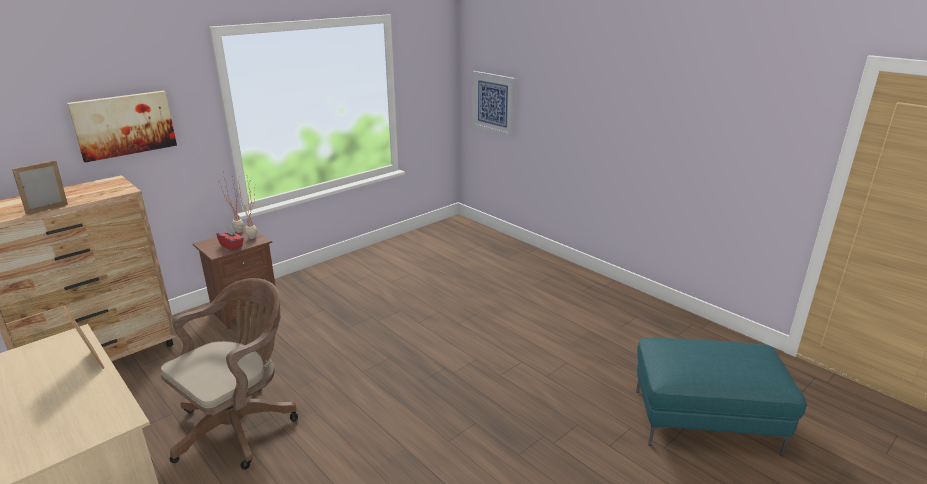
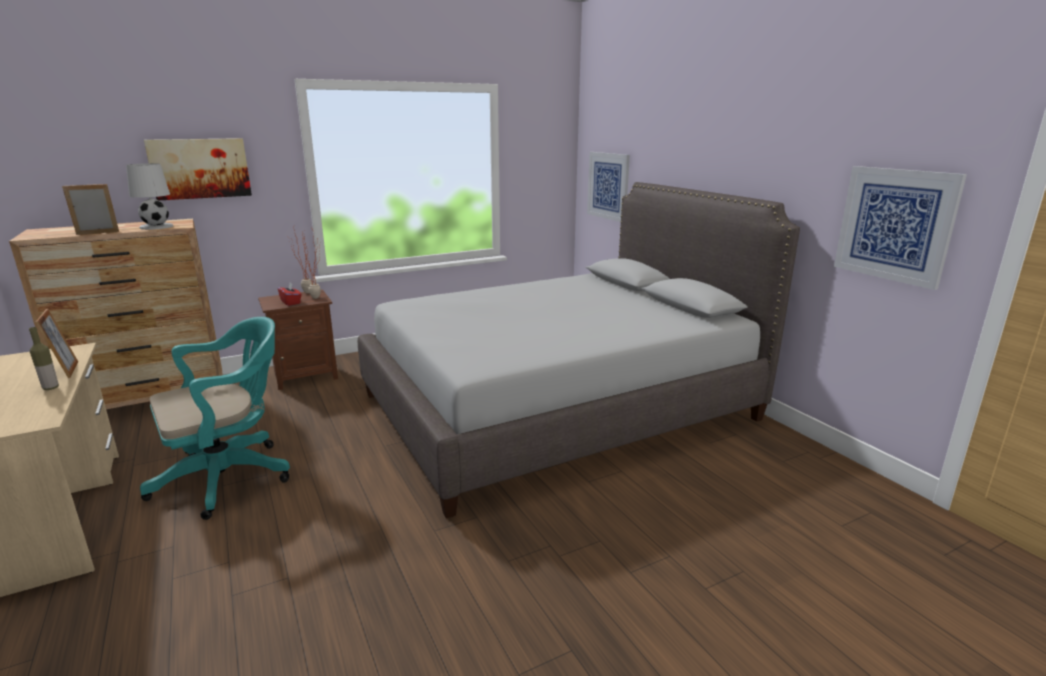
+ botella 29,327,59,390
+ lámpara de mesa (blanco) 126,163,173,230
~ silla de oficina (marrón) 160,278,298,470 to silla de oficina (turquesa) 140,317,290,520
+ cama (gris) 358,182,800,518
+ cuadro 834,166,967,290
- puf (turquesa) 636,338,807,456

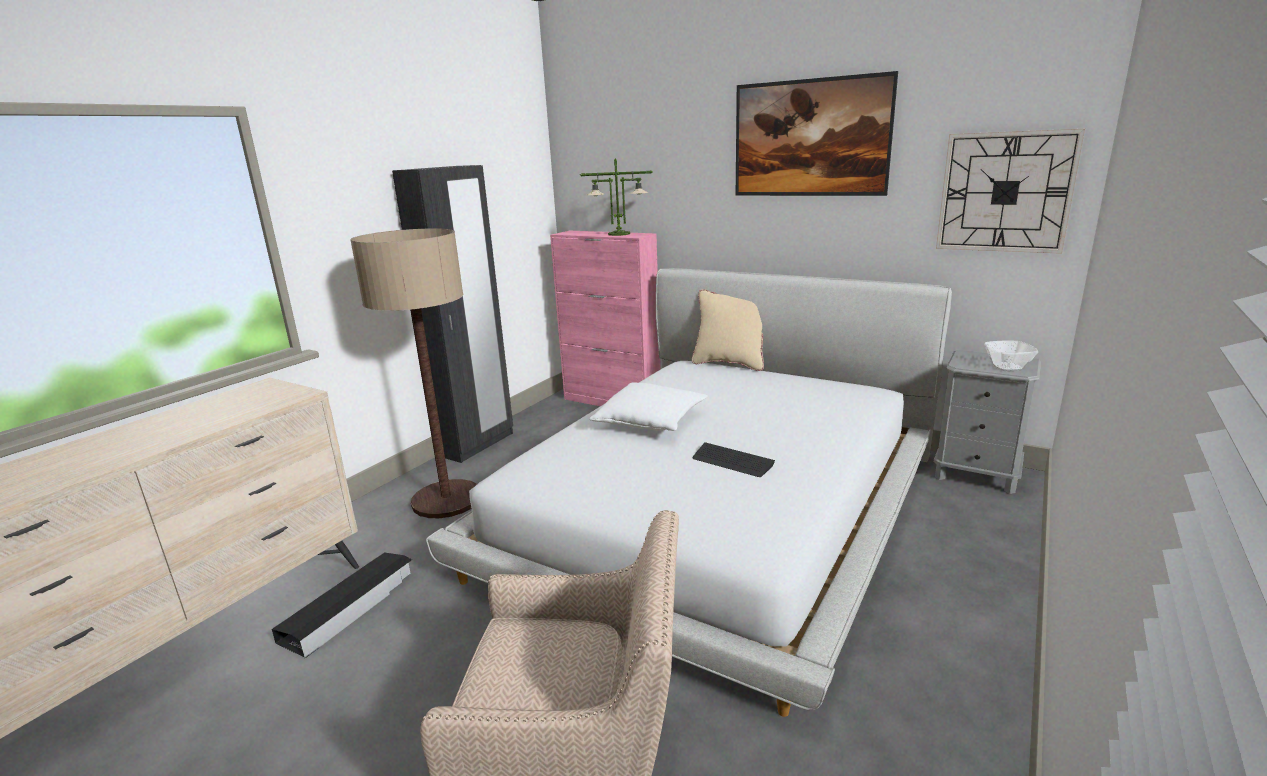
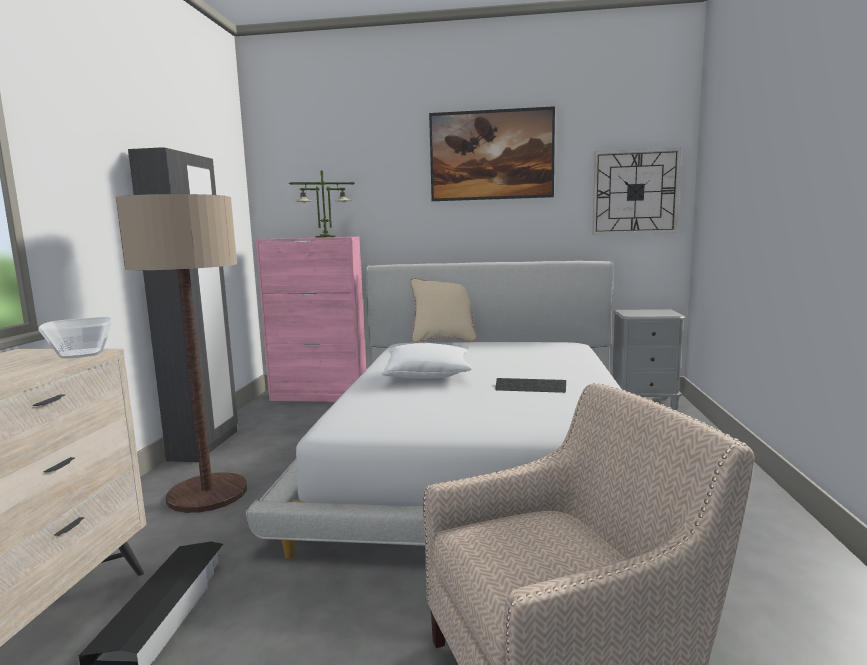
~ cuenco 984,341,1038,371 to 39,317,113,359

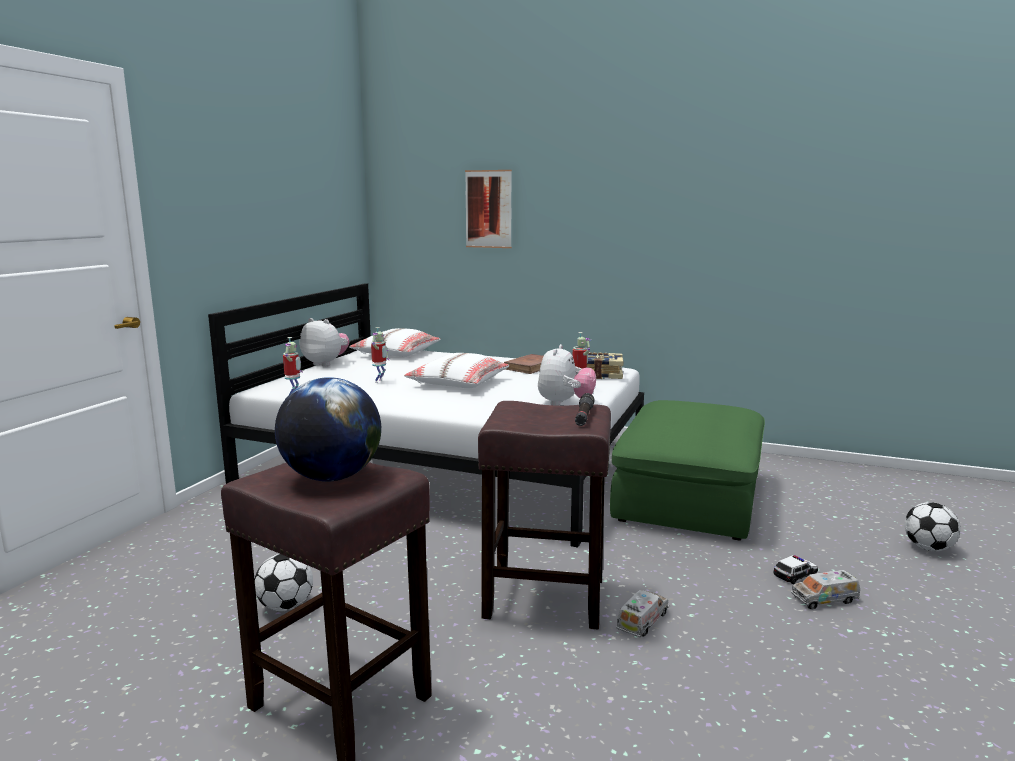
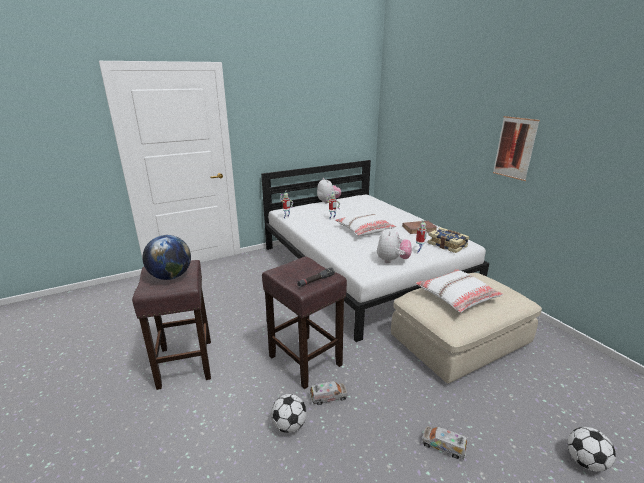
~ balón de fútbol 255,554,313,611 to 271,394,307,433
~ peluche 538,344,596,406 = 377,226,412,263 45 degrees counterclockwise
~ puf (verde) 610,400,765,541 to puf (beis) 391,273,542,384
~ cojín (blanco) 349,328,440,357 to 415,269,503,313
~ cuadro 465,170,512,248 to 493,116,540,181
- coche de juguete 773,555,818,584

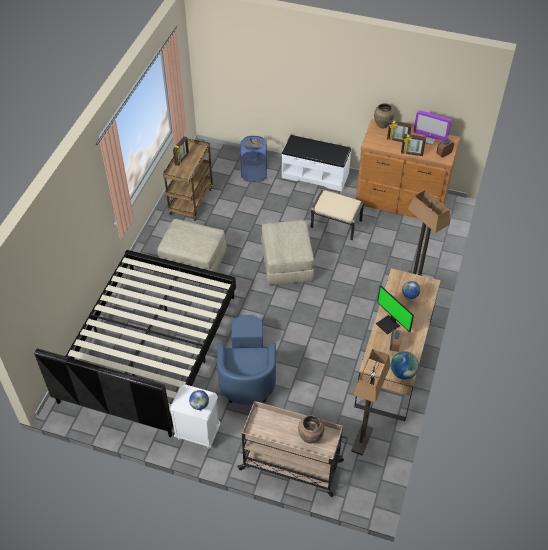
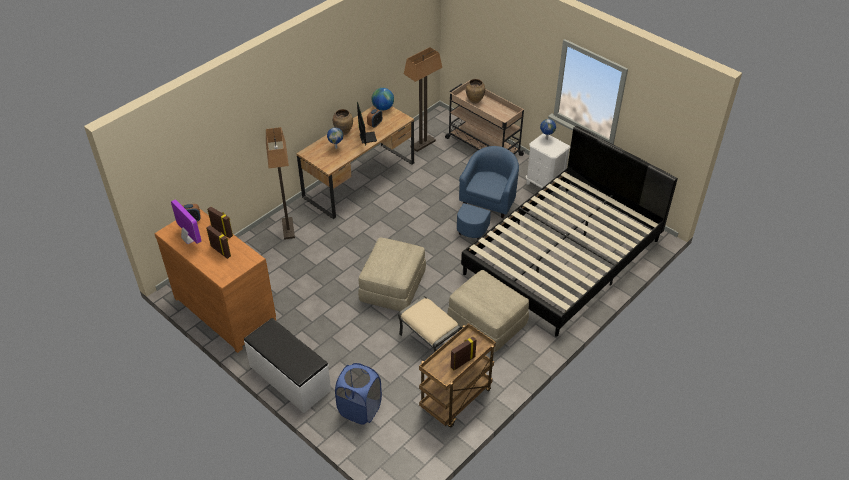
~ florero (marrón) 374,103,394,128 to 333,109,353,135
~ puf (beis) 310,190,364,241 to 398,296,462,352

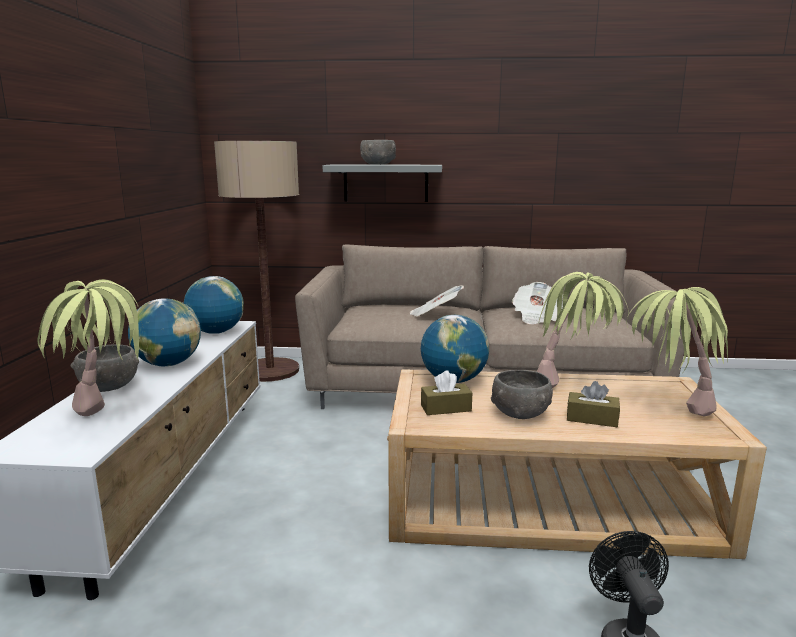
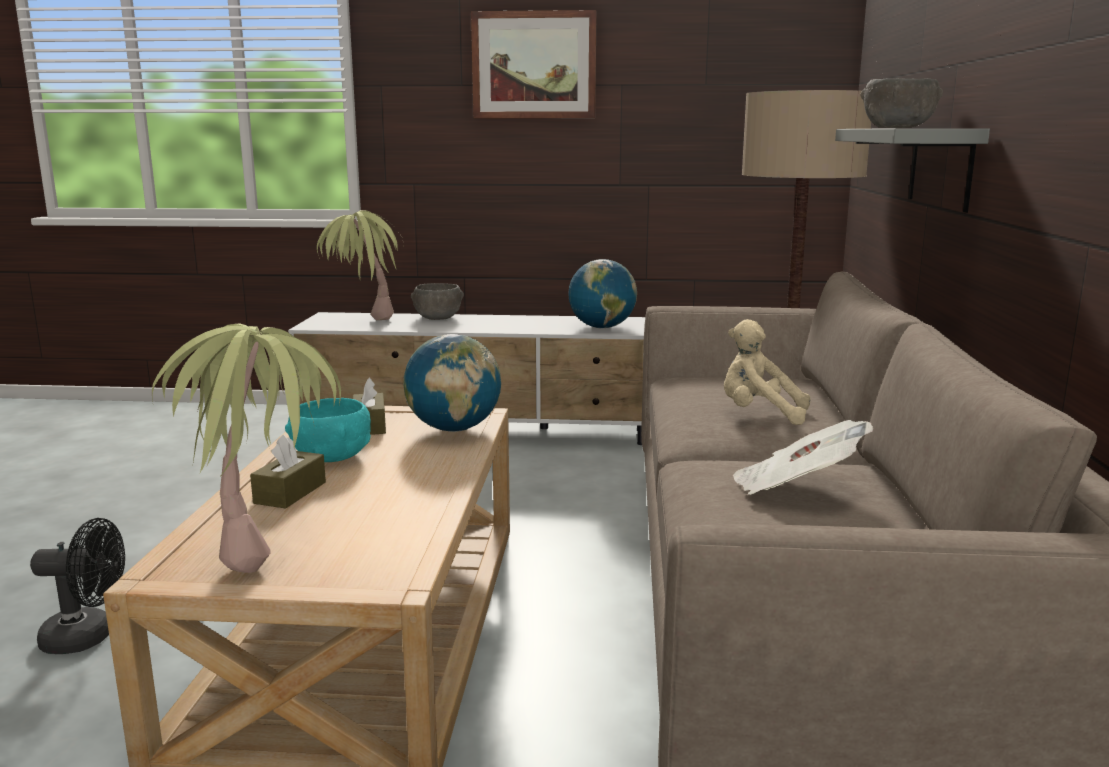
~ cuenco (gris) 491,370,553,419 to cuenco (turquesa) 285,398,371,462
+ cuadro 471,10,597,118
~ periódico 409,285,464,317 to peluche (beis) 724,319,810,425
- globo terráqueo 128,298,201,367
- planta en maceta 537,272,629,388

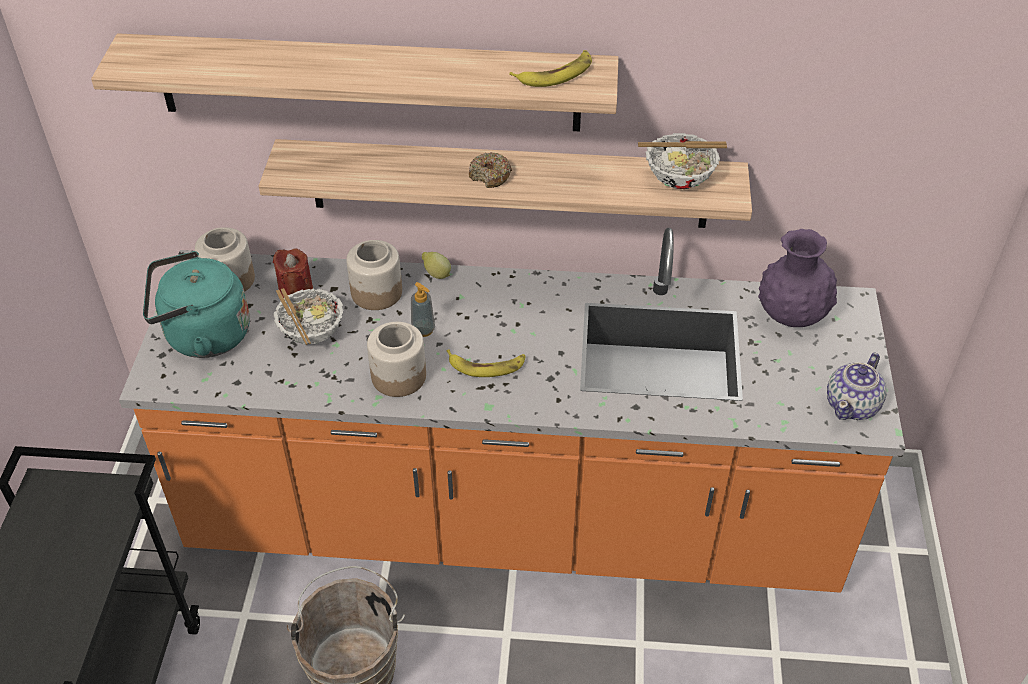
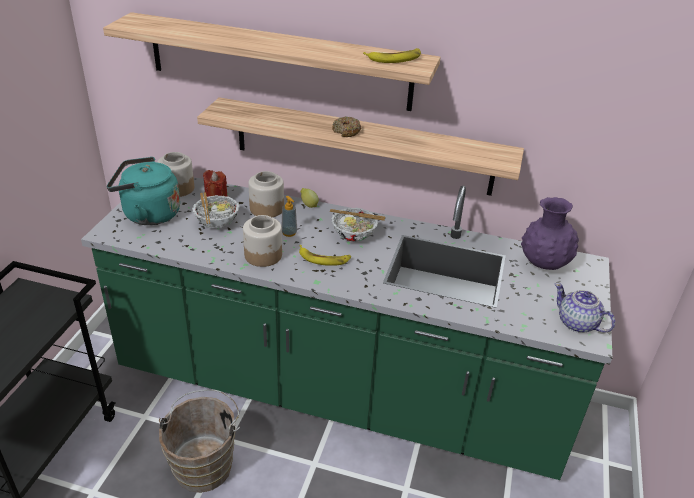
~ mueble bajo de cocina (naranja) 119,228,905,593 to mueble bajo de cocina (verde) 81,177,612,480
~ cuenco 638,133,727,189 to 330,208,385,242
~ tetera 827,352,887,420 = 555,283,615,333 90 degrees clockwise

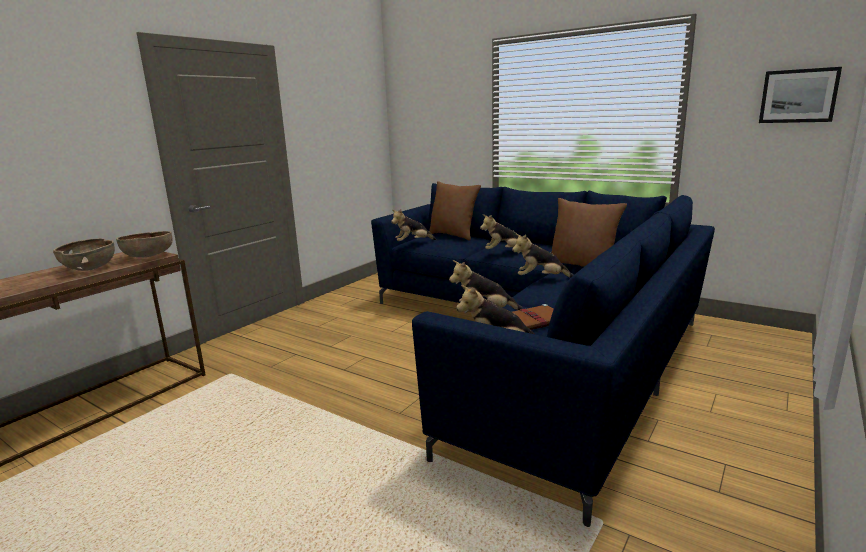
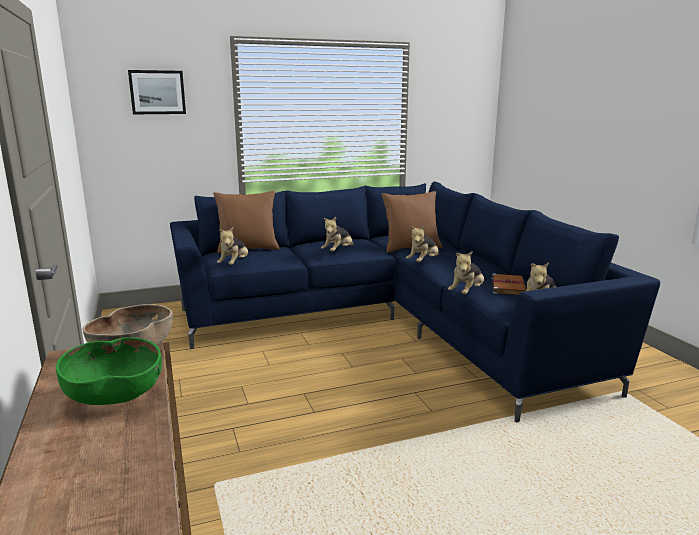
~ cuenco (marrón) 53,238,115,271 to cuenco (verde) 56,337,162,405
~ cuadro 759,67,842,123 to 128,70,186,114

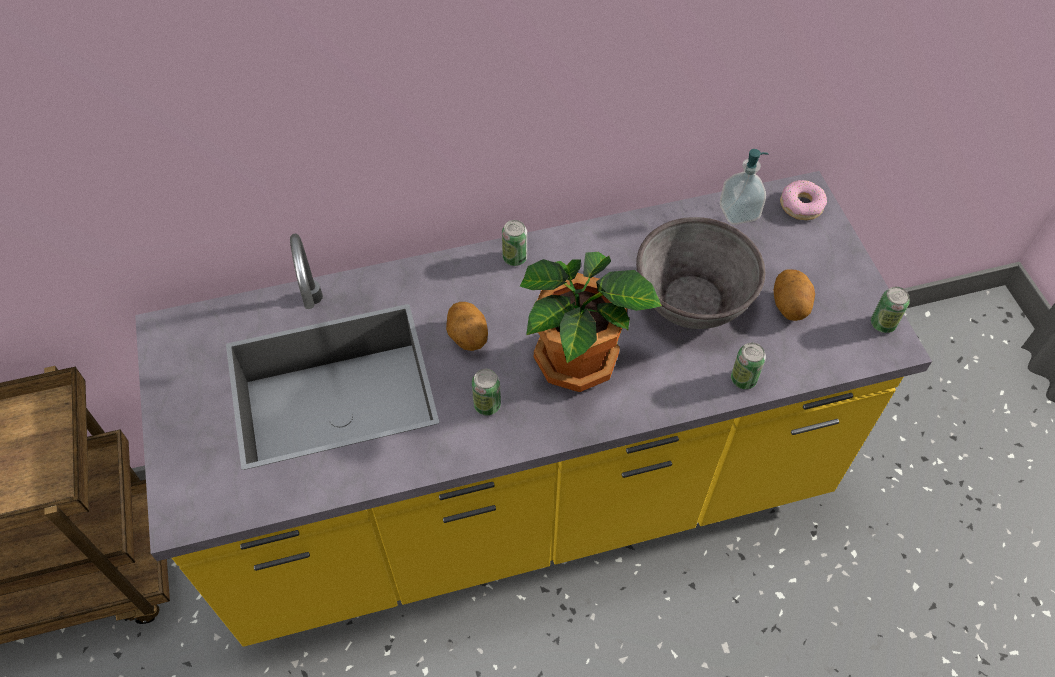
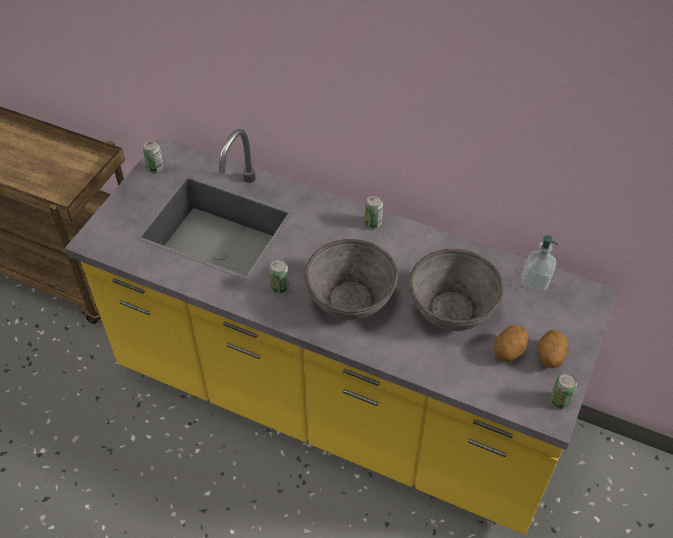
~ lata 731,343,766,389 to 143,141,164,173
~ planta en maceta 520,252,662,392 to cuenco (gris) 305,239,398,320
~ patata 446,302,488,351 to 537,330,569,368
- rosquilla 780,180,827,220

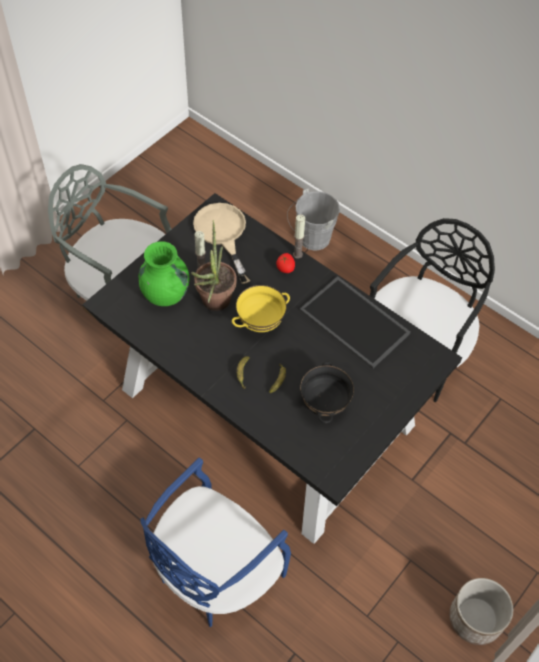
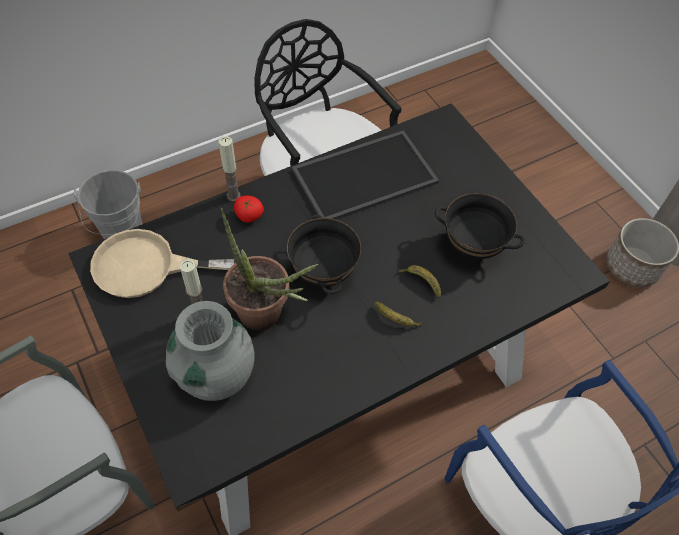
~ florero (verde) 138,241,189,306 to florero (gris) 166,301,255,401
~ cuenco (amarillo) 232,285,290,332 to cuenco (negro) 287,214,361,294

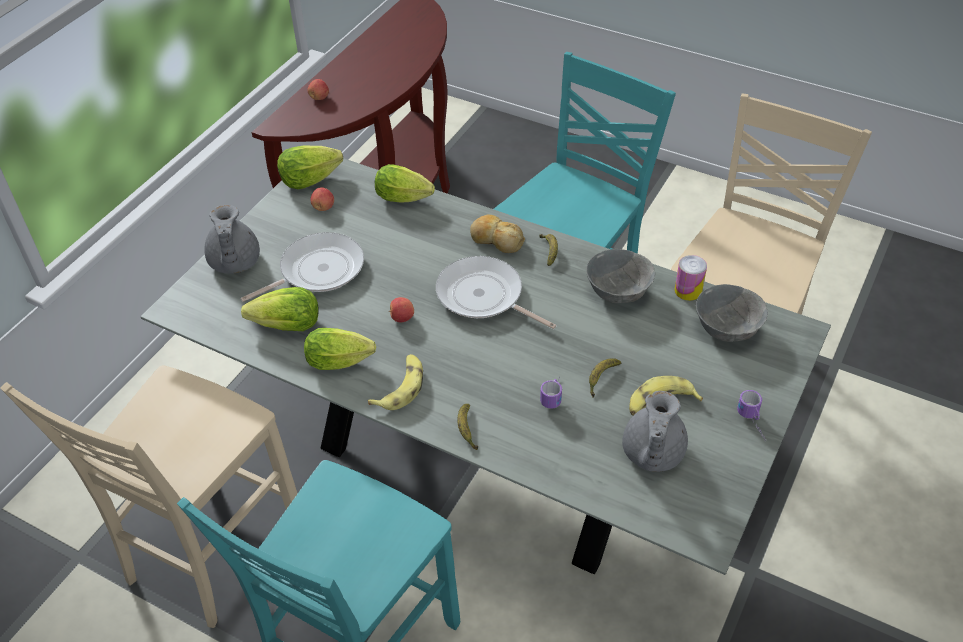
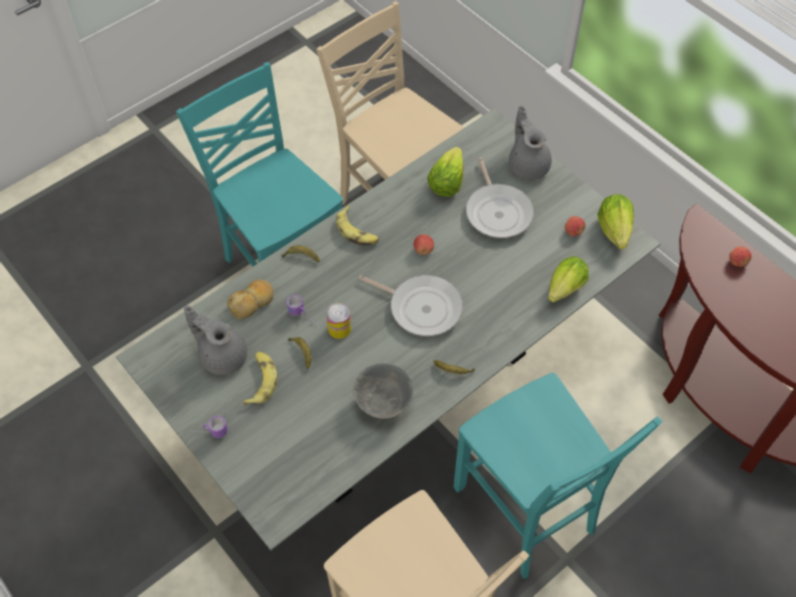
~ pan 470,215,525,253 to 227,279,274,319
~ lata 674,255,707,301 to 326,303,351,339
~ sartén 436,256,557,329 = 359,275,463,336 60 degrees clockwise
~ tetera (gris) 204,205,260,274 = 509,106,552,180 60 degrees clockwise
- lechuga 304,328,376,370
- cuenco (gris) 696,284,768,342

